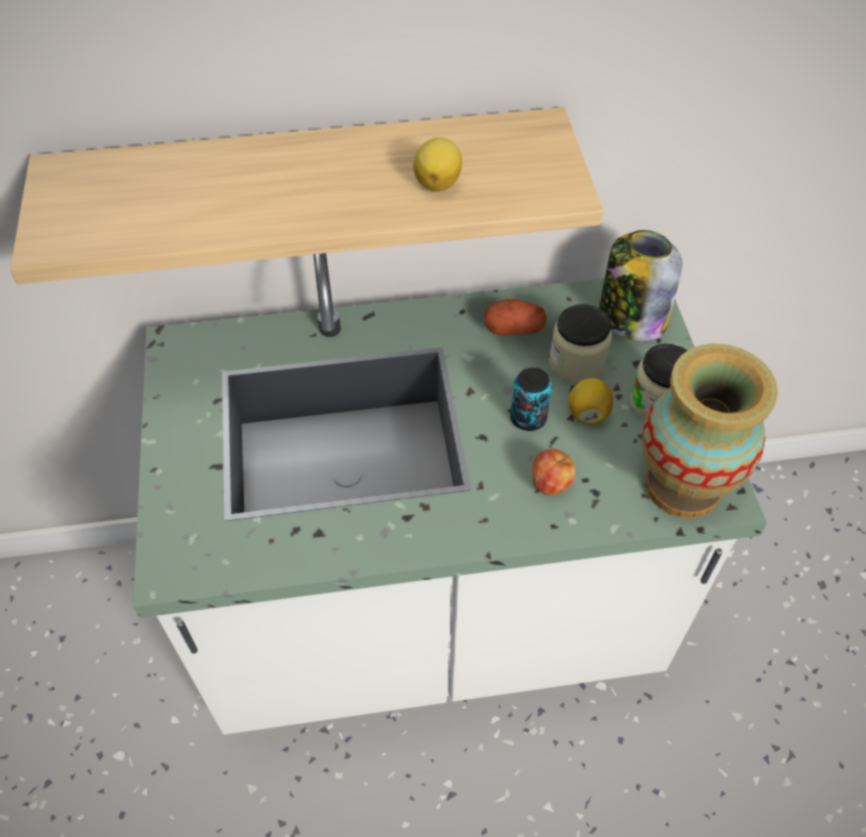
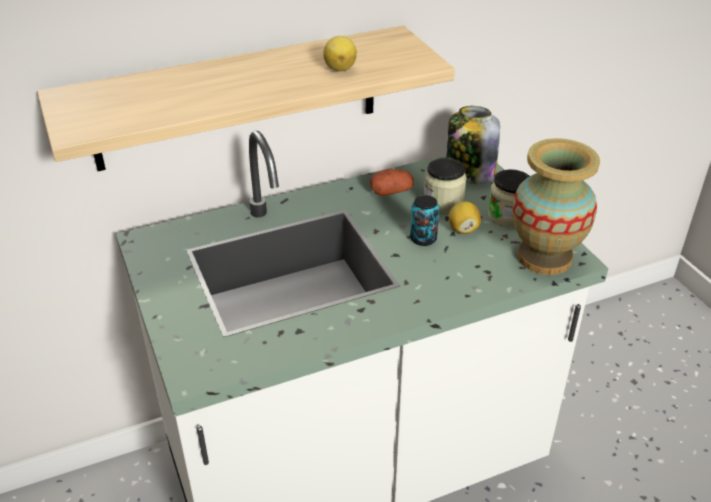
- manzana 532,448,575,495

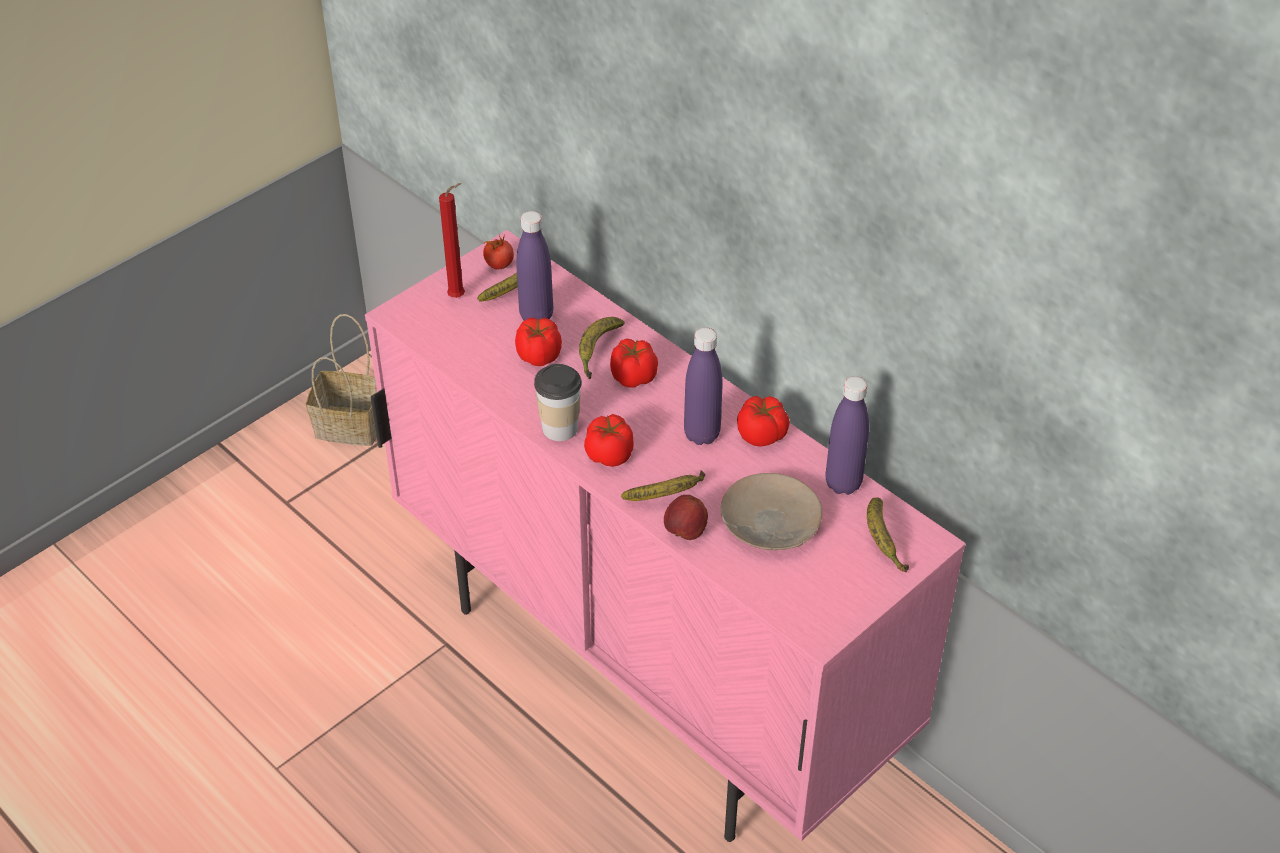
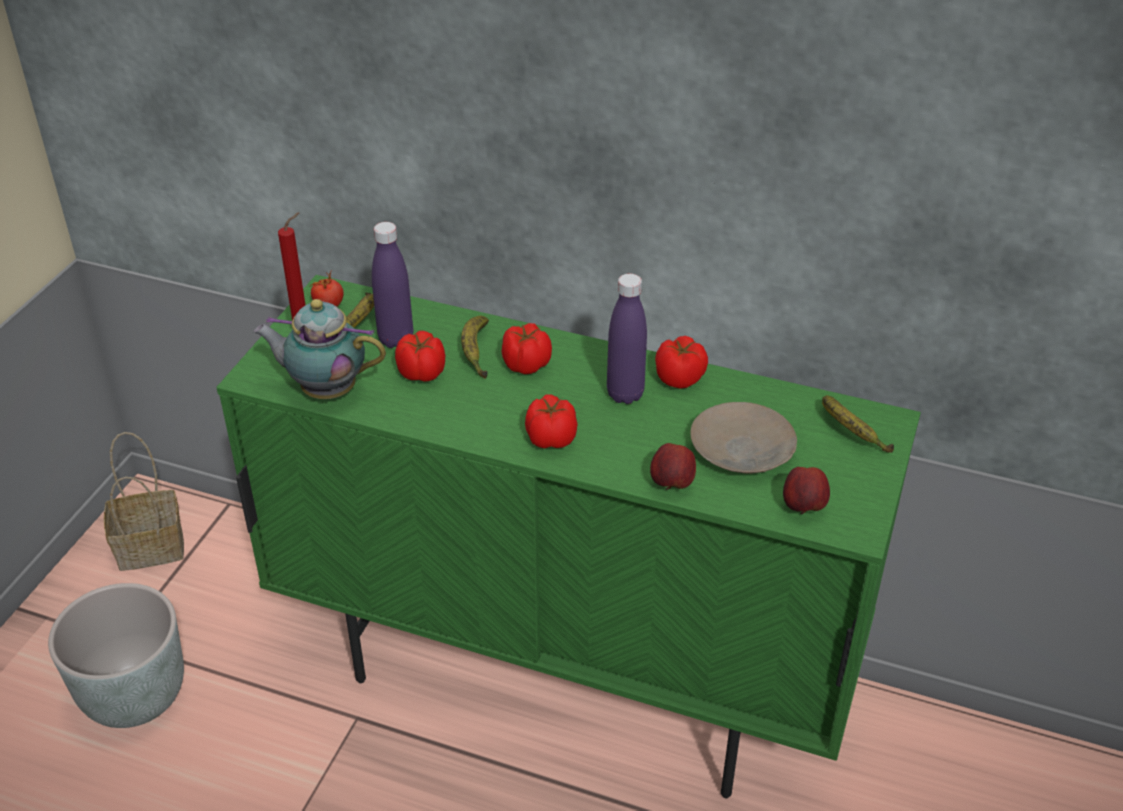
+ maceta (gris) 48,583,184,728
~ armario (rosa) 365,230,966,842 to armario (verde) 216,275,921,798
+ tetera 253,299,386,399
+ manzana 783,467,830,514
- taza 534,364,582,441
- plátano 621,470,705,501
- botella (morado) 825,376,869,495

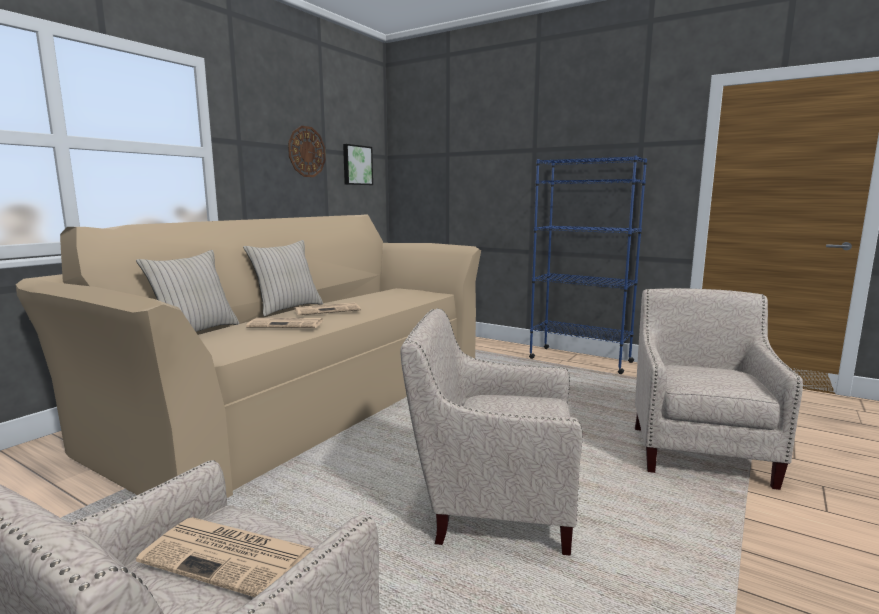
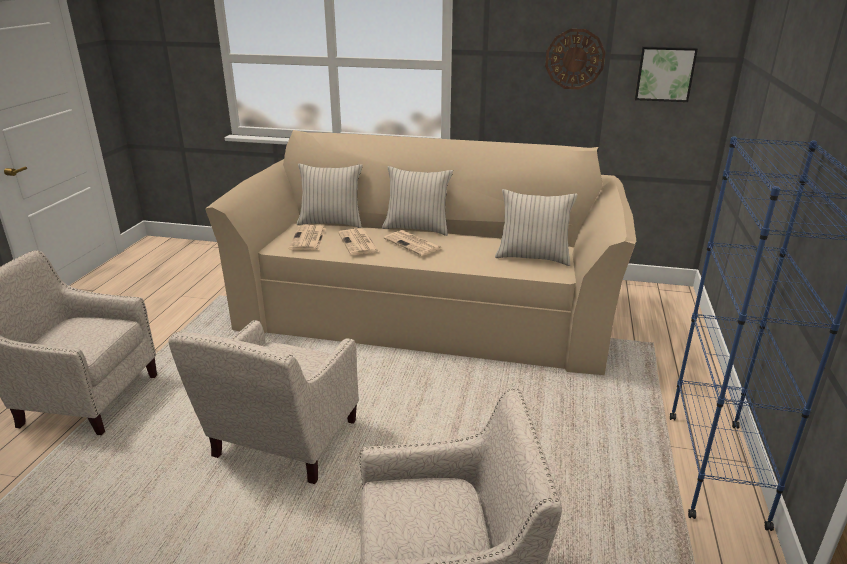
~ sillón (beis) 400,308,583,556 = 168,320,359,484 150 degrees counterclockwise
~ periódico 136,517,315,597 to 289,225,326,250
+ cojín (beis) 495,189,578,266

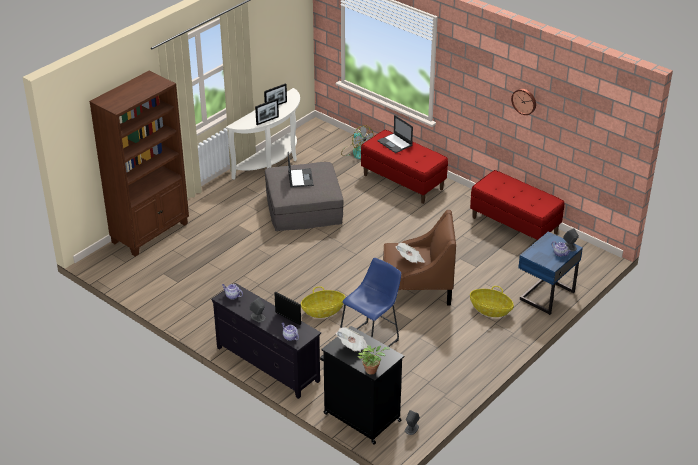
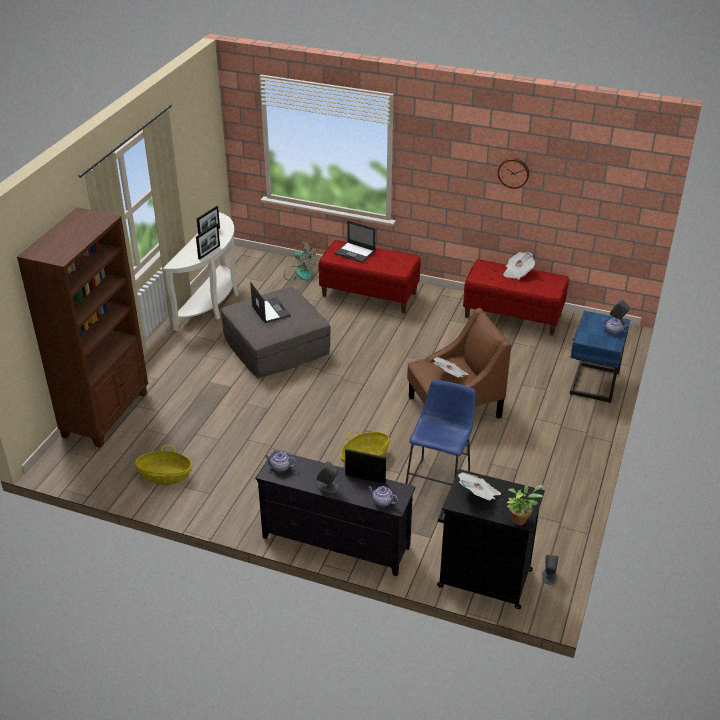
~ cesta 470,286,514,317 to 135,445,192,485
+ periódico 503,252,535,279

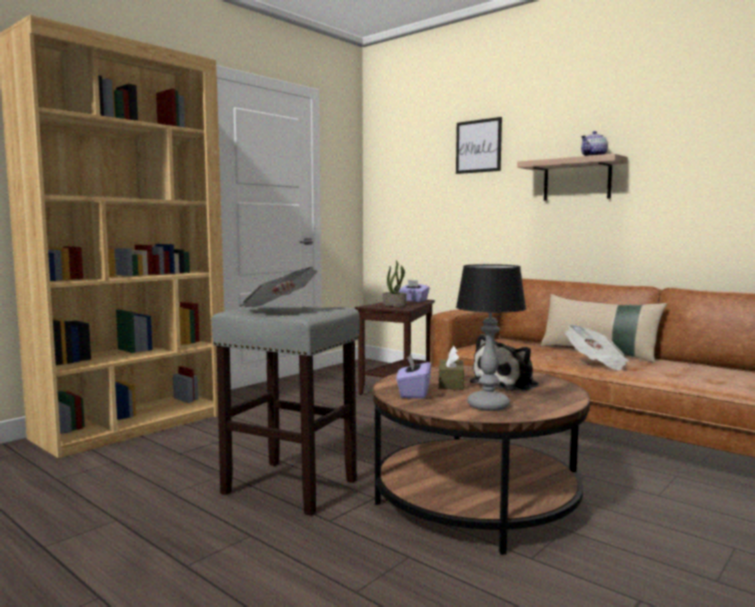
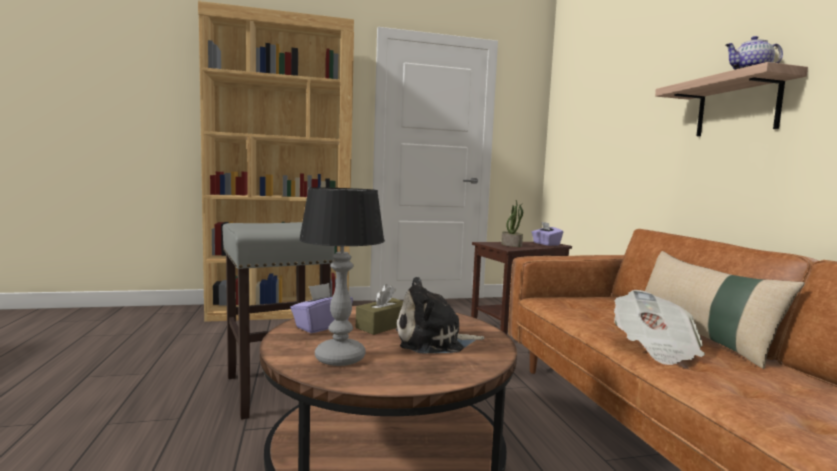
- periódico 239,266,317,307
- cuadro 456,117,502,174

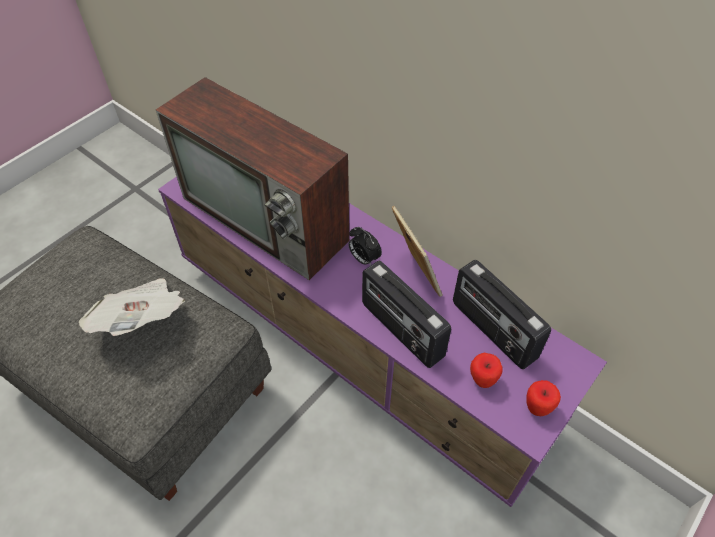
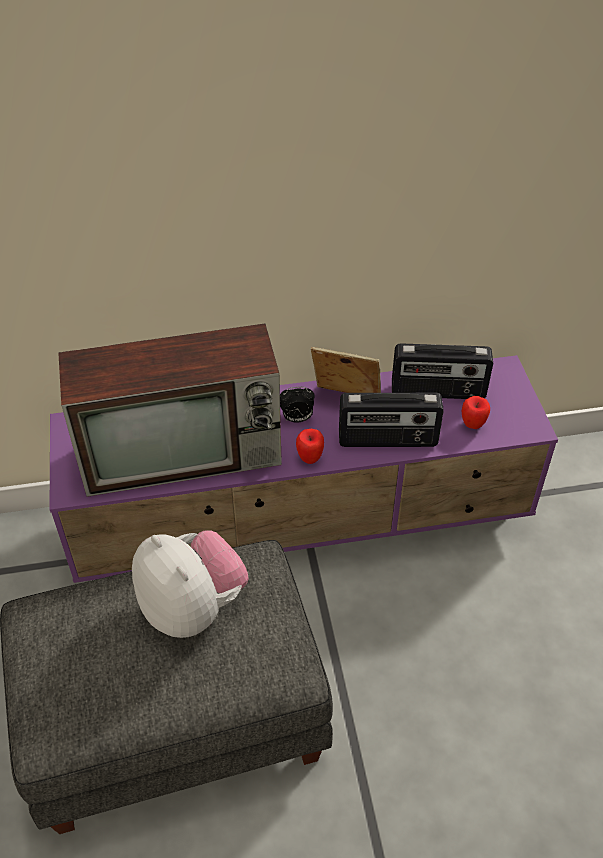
~ periódico 79,279,185,336 to peluche 132,530,249,638
~ manzana 526,380,561,416 to 296,429,324,464

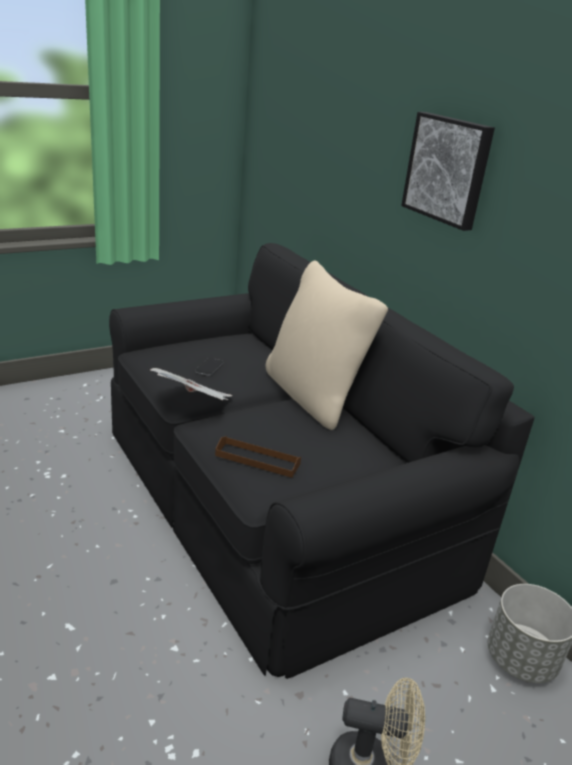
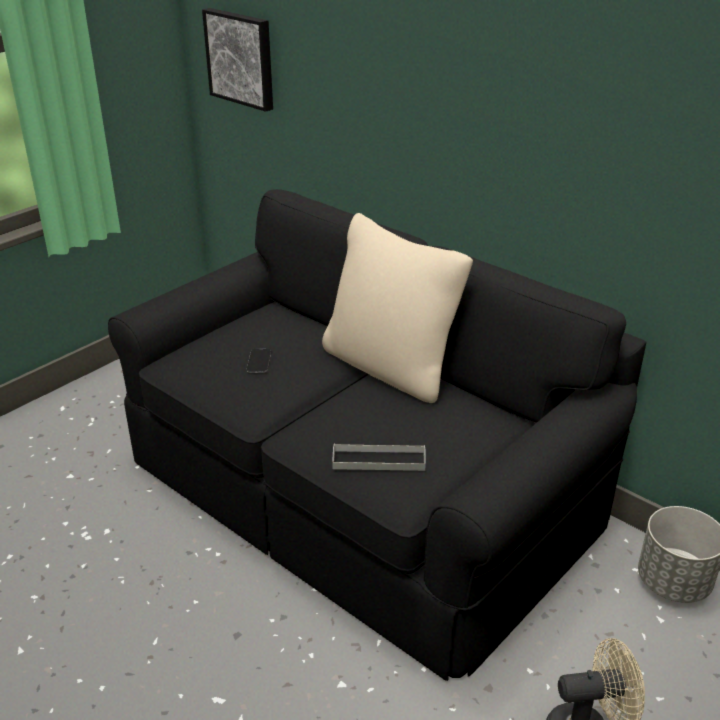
~ cuadro 401,112,495,231 to 202,8,273,112
~ bandeja (marrón) 215,436,301,478 to bandeja (gris) 332,443,426,471
- periódico 150,368,232,400

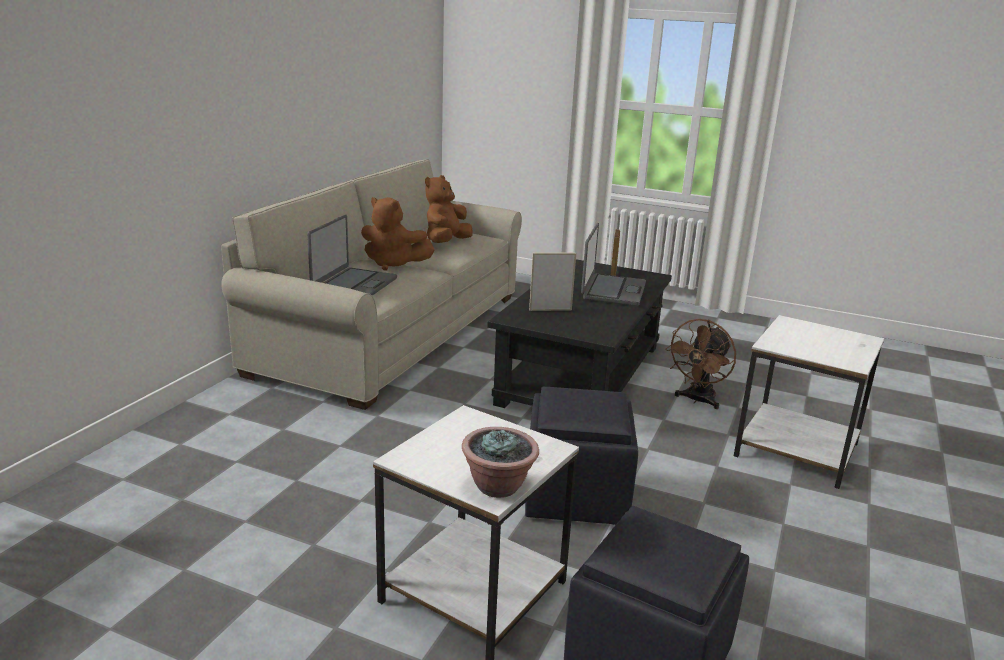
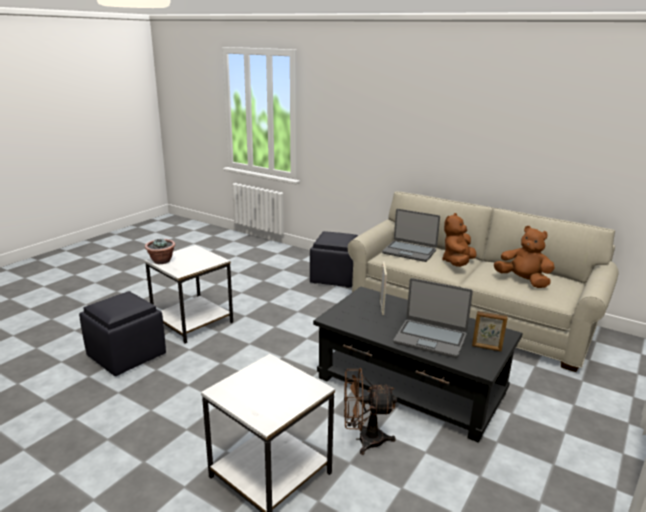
~ puf (negro) 525,387,638,525 to 310,231,358,288
~ ventilador (marrón) 665,319,736,409 = 344,368,397,455 45 degrees counterclockwise

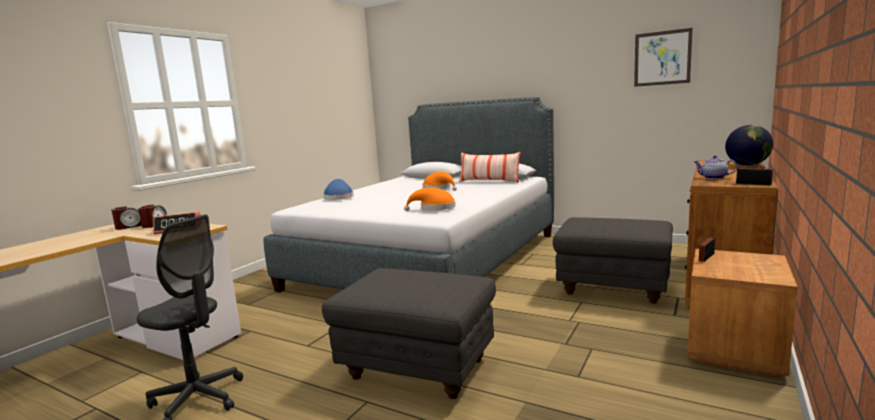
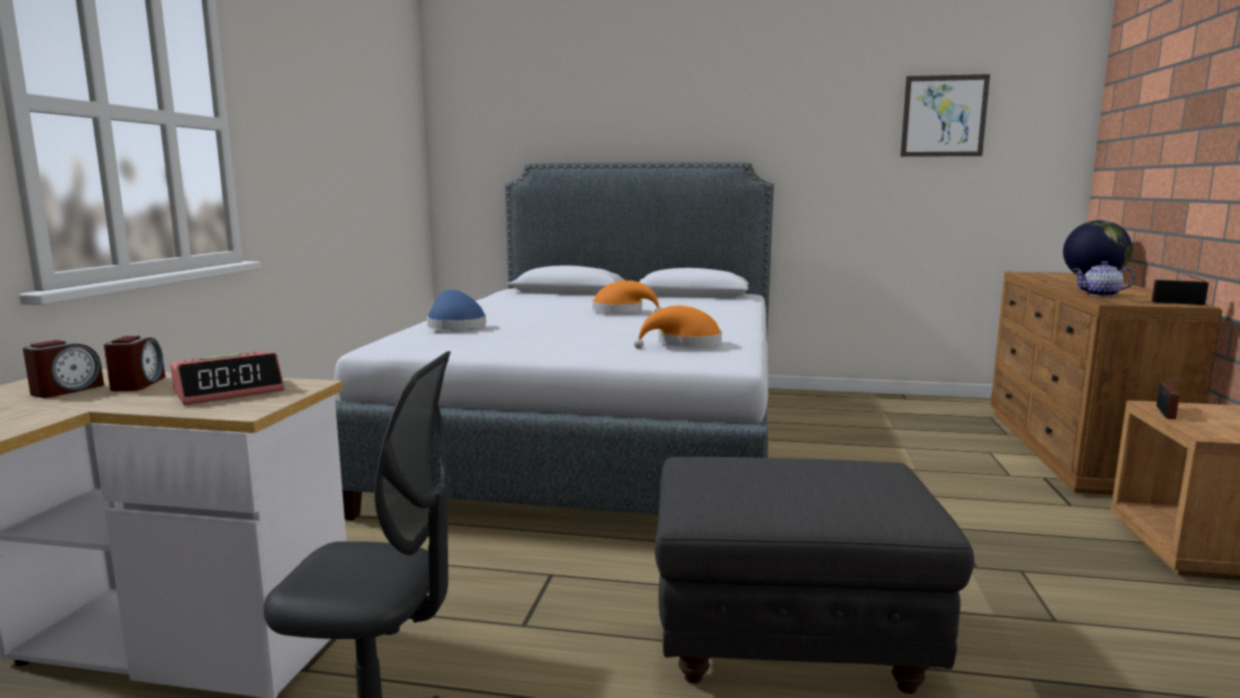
- cojín 459,152,521,183
- puf (gris) 553,217,673,304

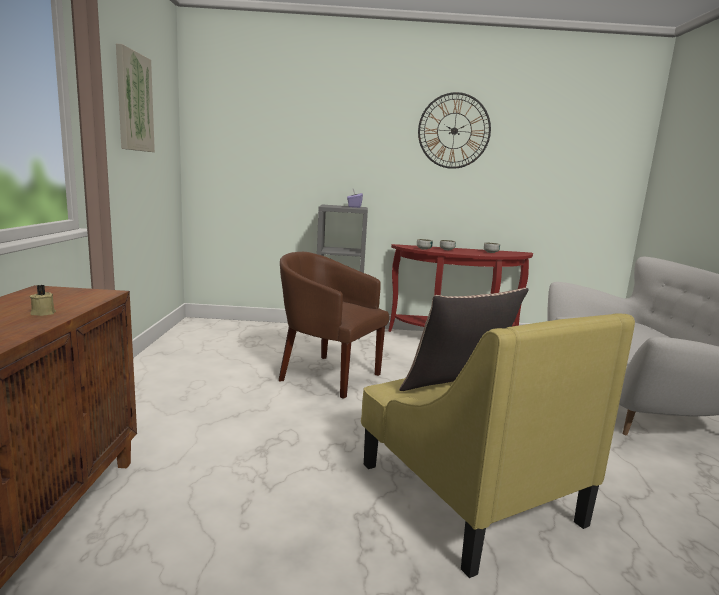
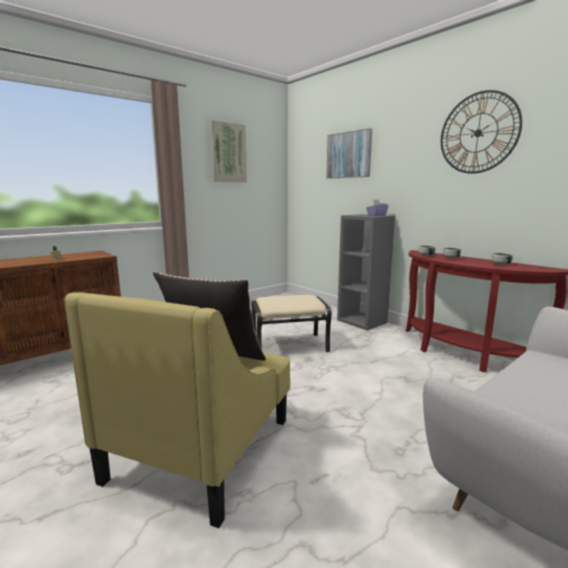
~ sillón (marrón) 279,252,389,399 to puf (beis) 251,295,332,352
+ cuadro 326,128,372,179

